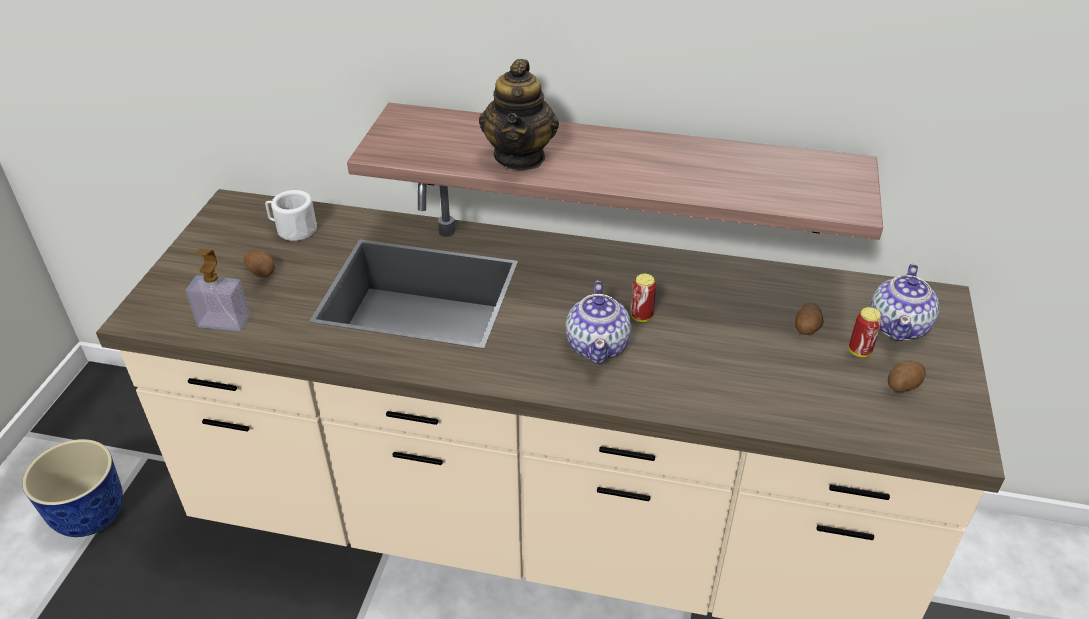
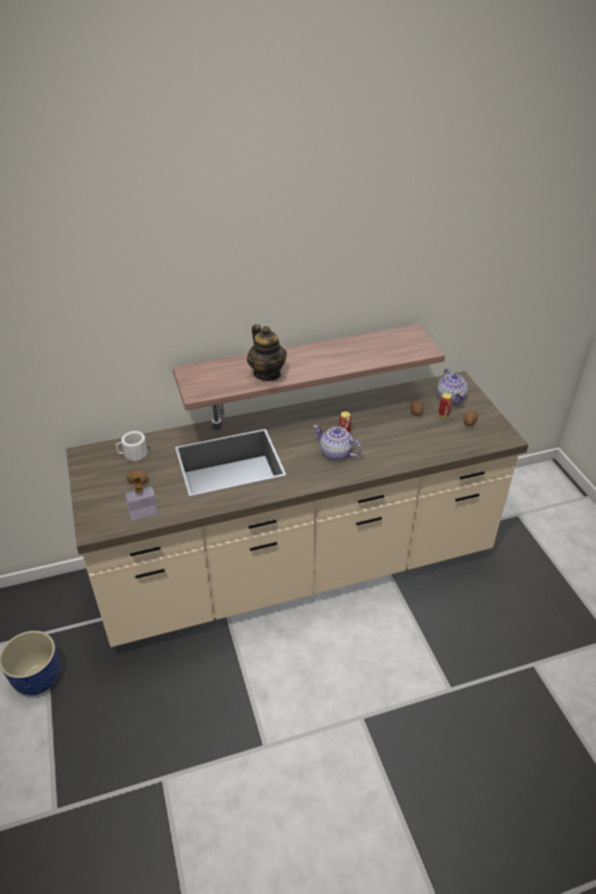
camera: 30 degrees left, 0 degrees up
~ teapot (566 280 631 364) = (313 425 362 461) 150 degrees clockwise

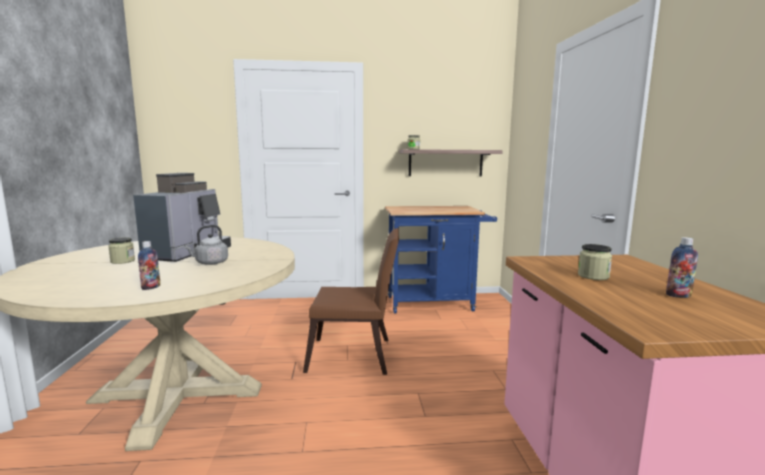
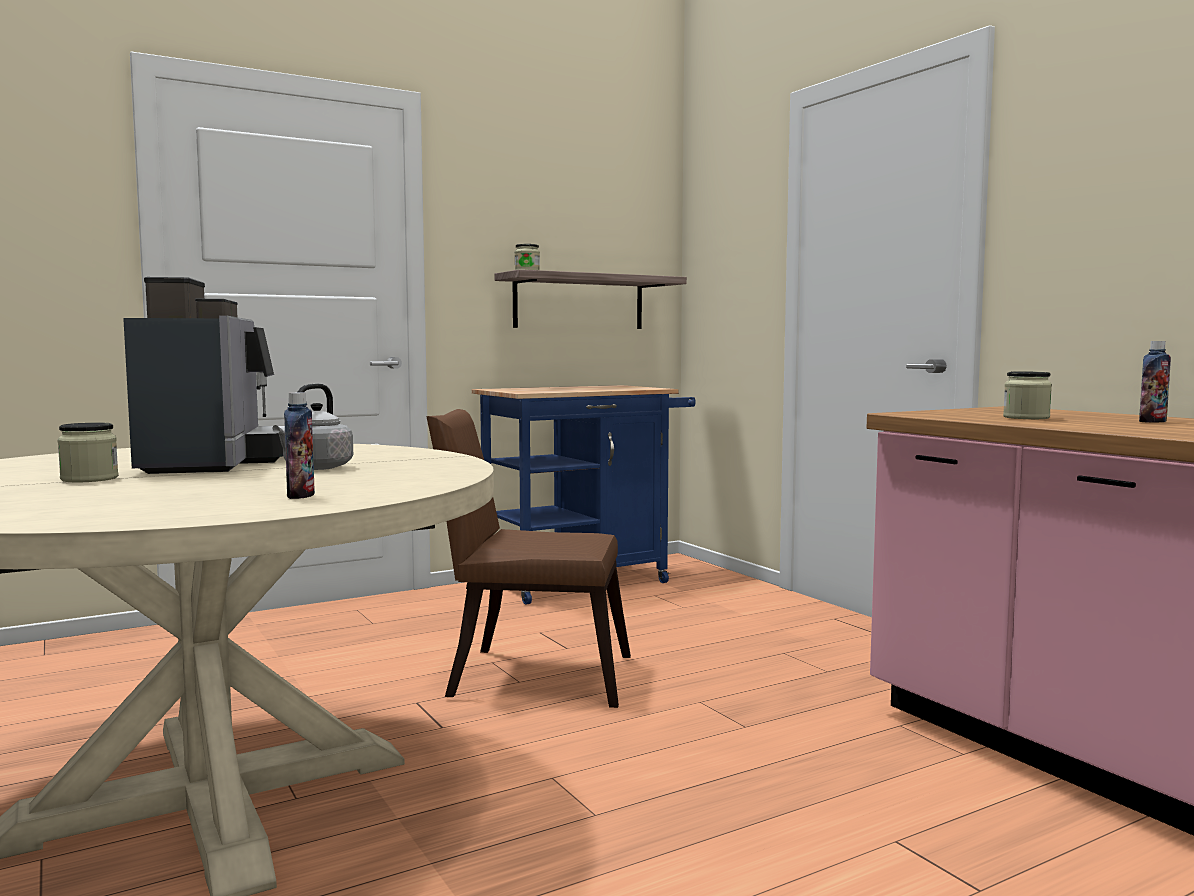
camera: 25 degrees left, 5 degrees down
~ brown chair (303 228 399 375) = (426 409 631 708) 150 degrees counterclockwise

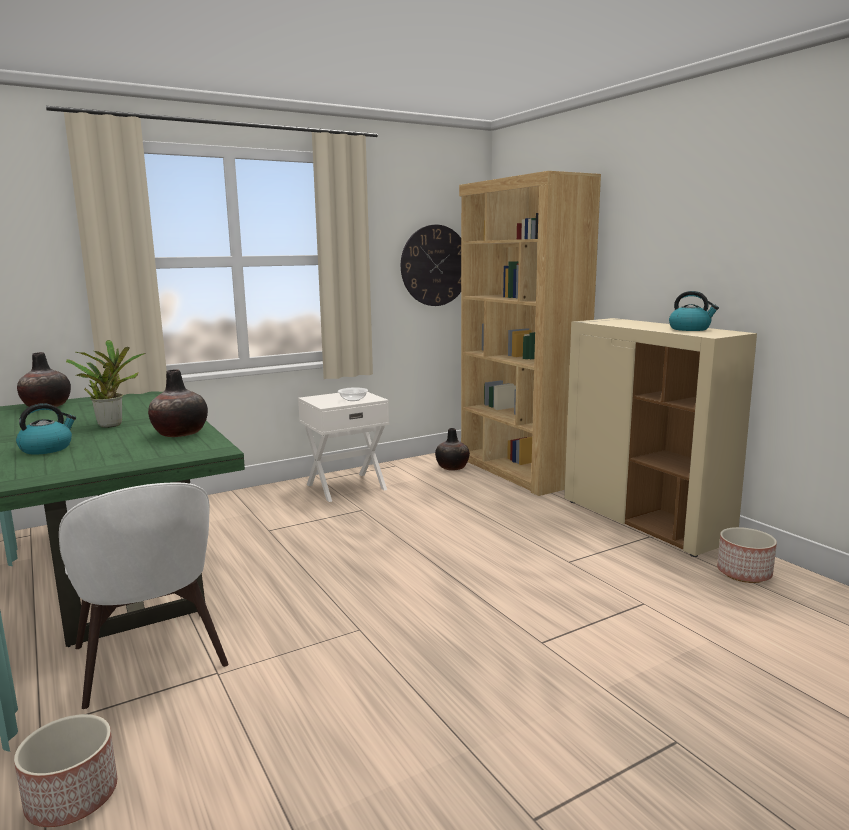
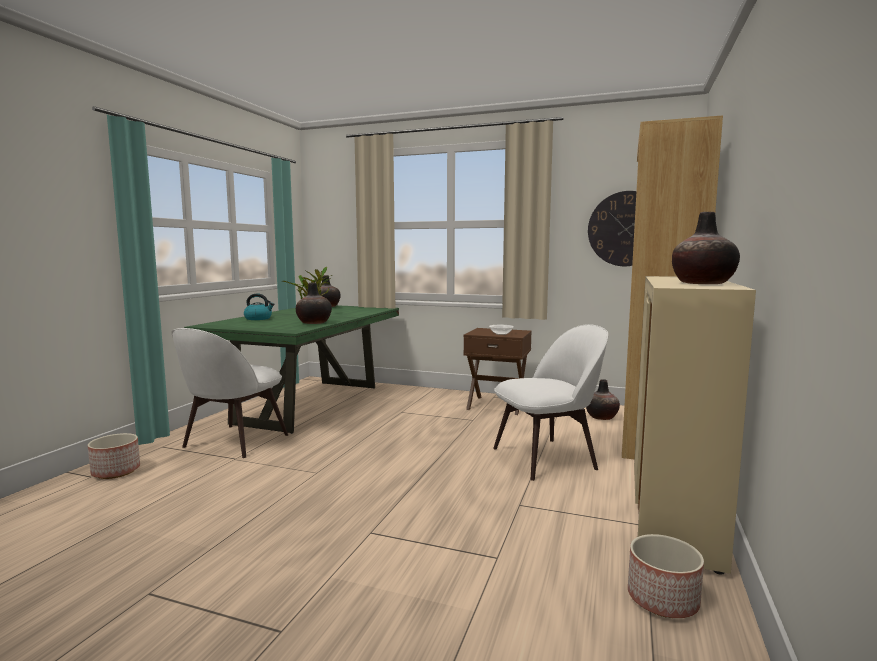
camera: 50 degrees right, 5 degrees down
+ white chair (493 324 608 481)
~ kettle (669 291 719 331) to vase (672 212 740 284)
~ white nightstand (298 392 389 502) to brown nightstand (463 328 532 415)

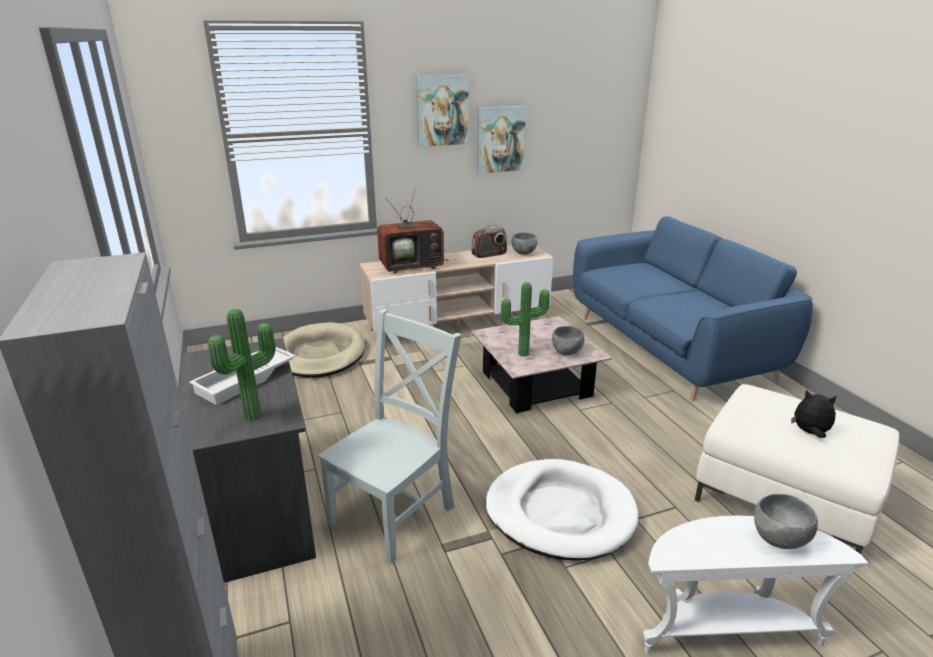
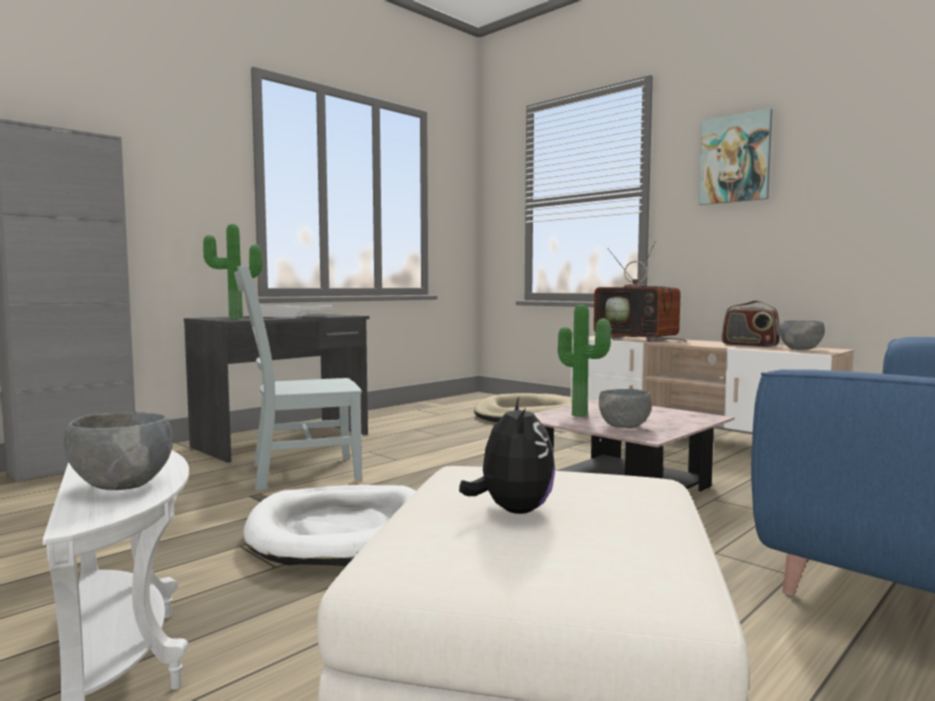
camera: 65 degrees right, 20 degrees down
- picture (477 106 526 174)
~ grey chair (317 309 462 564) = (234 266 362 491) 150 degrees clockwise

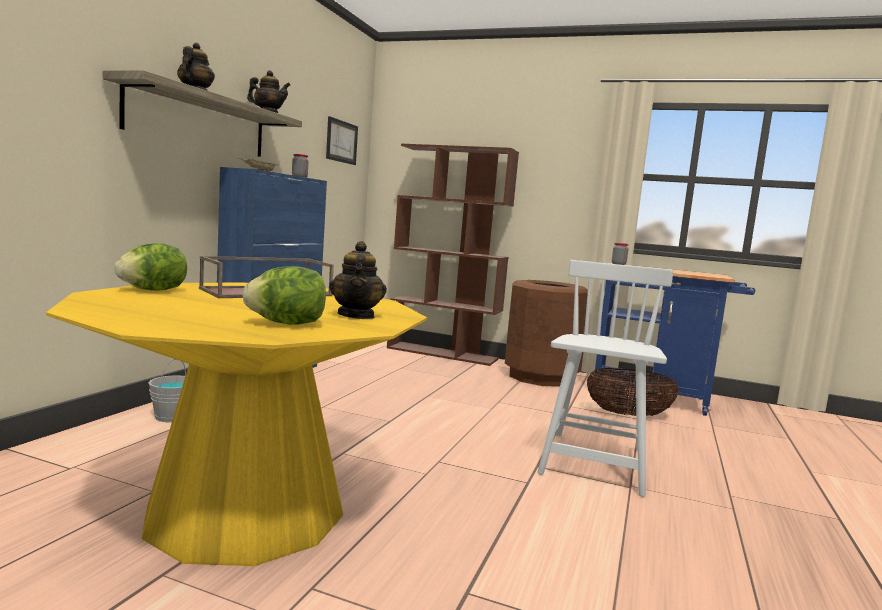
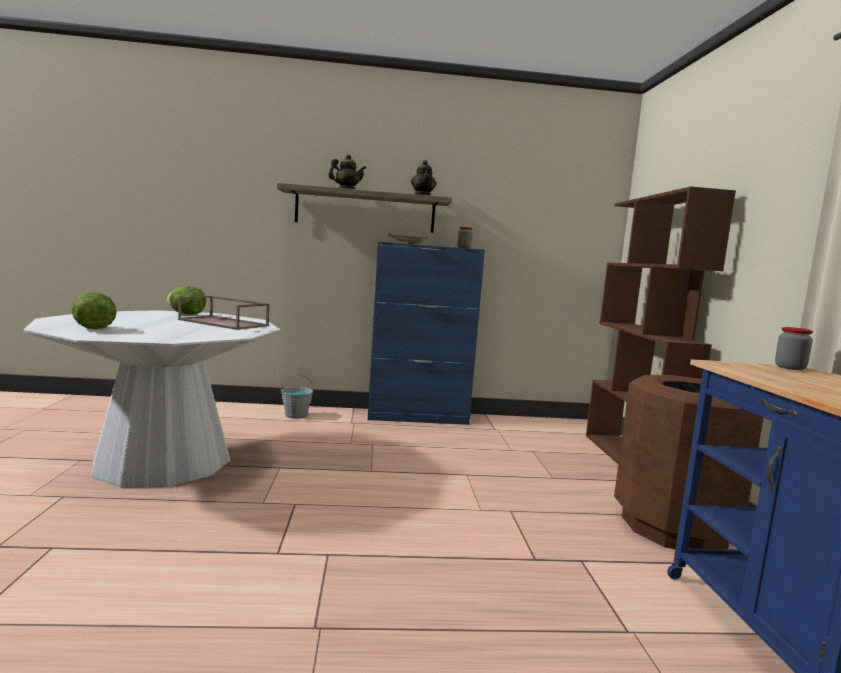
camera: 65 degrees right, 0 degrees up
- picture (326 116 358 165)
- teapot (329 241 387 319)
- white chair (537 260 673 497)
- basket (586 368 679 416)
~ yellow dining table (46 282 427 566) to white dining table (23 310 281 488)

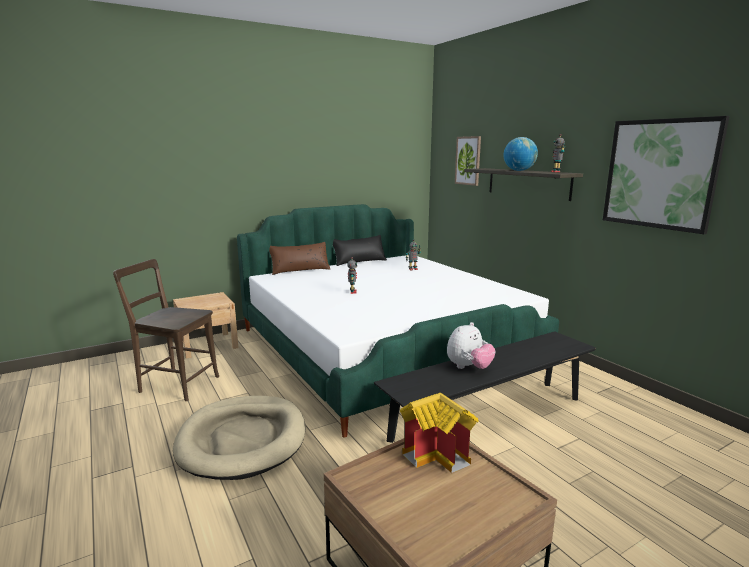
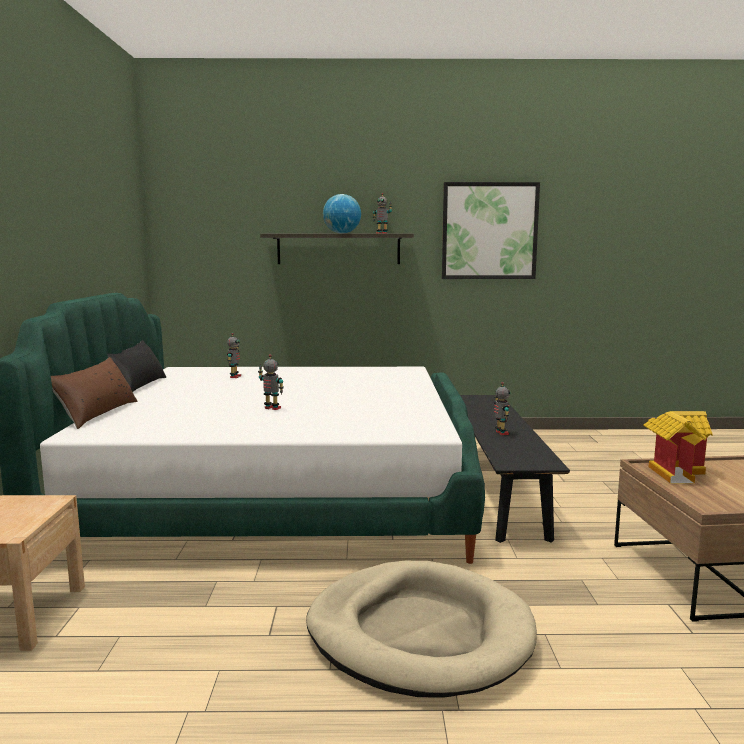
camera: 60 degrees left, 5 degrees down
- brown chair (113 259 219 401)
- picture (455 136 481 186)
~ plush toy (447 322 495 369) to toy robot (494 382 510 435)

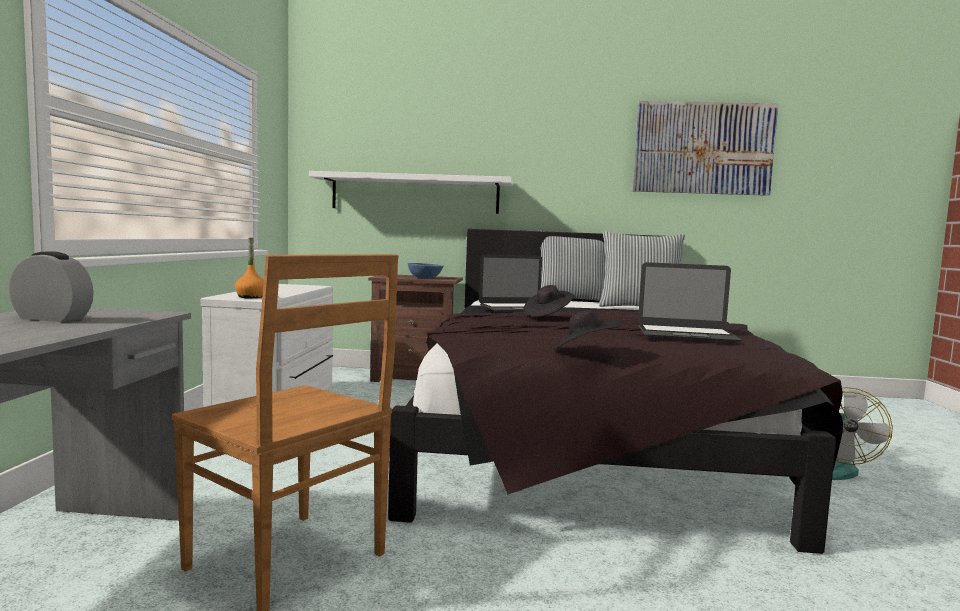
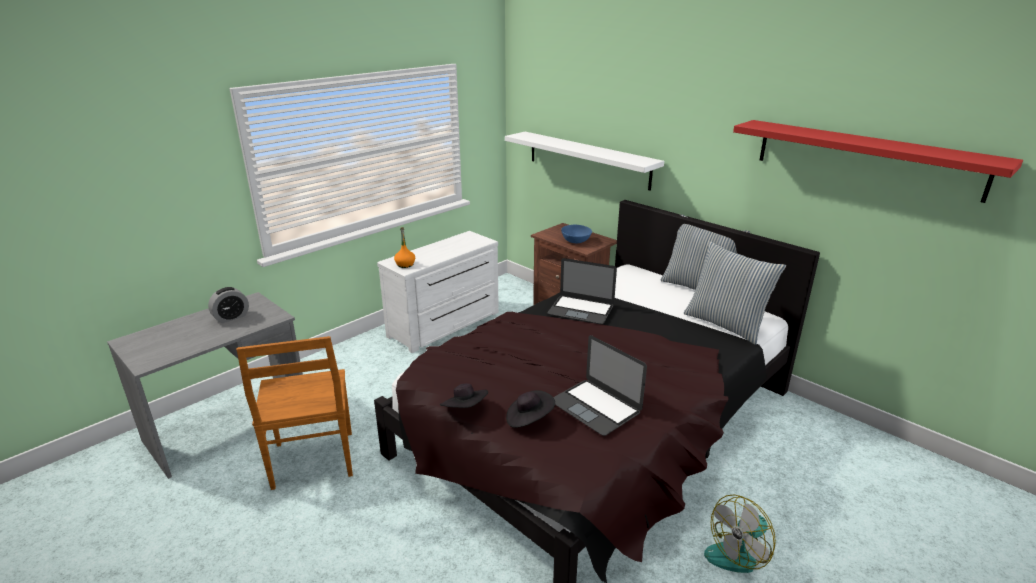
camera: 40 degrees right, 20 degrees up
~ black hat (523 285 574 317) to (506 390 555 428)
~ picture (633 101 778 196) to red shelf (733 120 1023 203)
~ alarm clock (9 251 94 322) = (208 287 249 323) 90 degrees clockwise

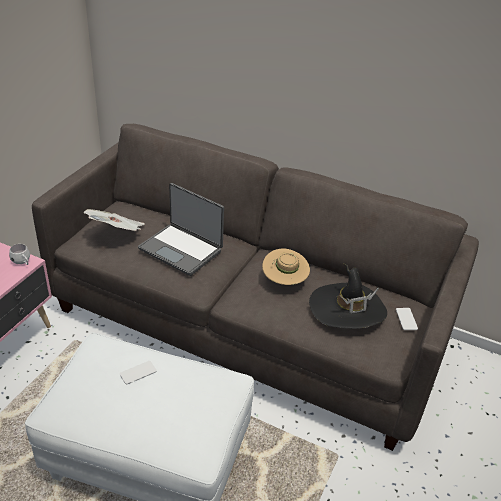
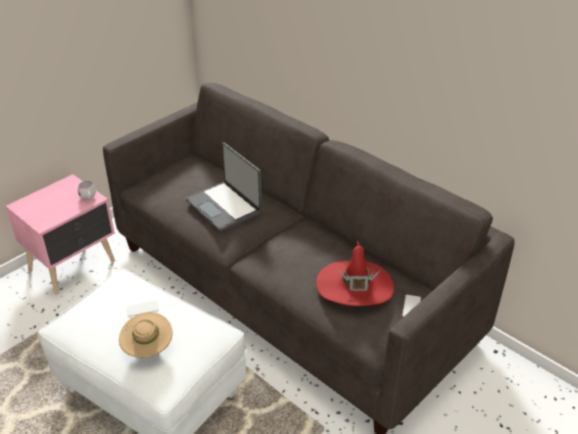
camera: 20 degrees right, 0 degrees up
- newspaper (84 209 145 231)
~ beige hat (262 249 310 285) to (119 312 172 358)
~ black hat (309 263 387 329) to red hat (316 241 394 306)

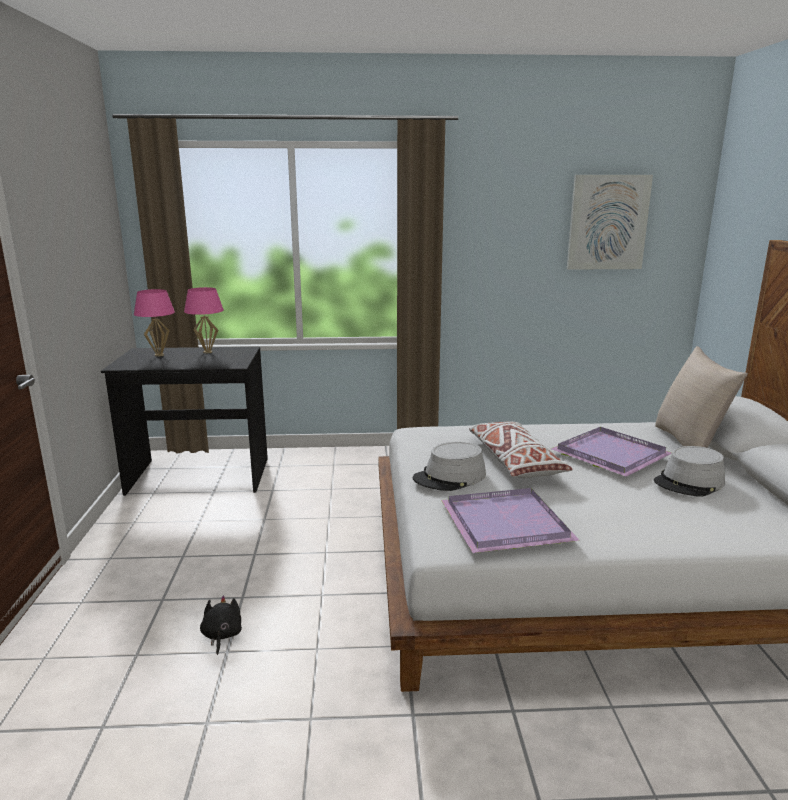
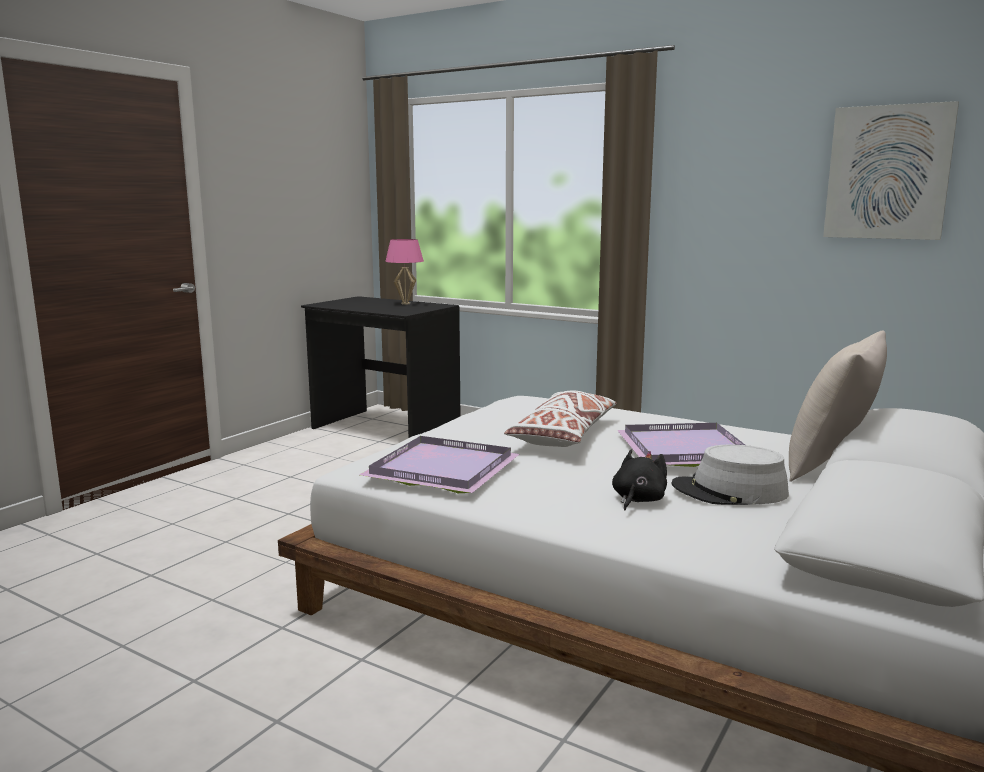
camera: 35 degrees right, 5 degrees down
- pink table lamp (134 289 175 357)
- grey hat (413 442 486 491)
~ black plush toy (200 596 242 655) to (612 449 667 511)

